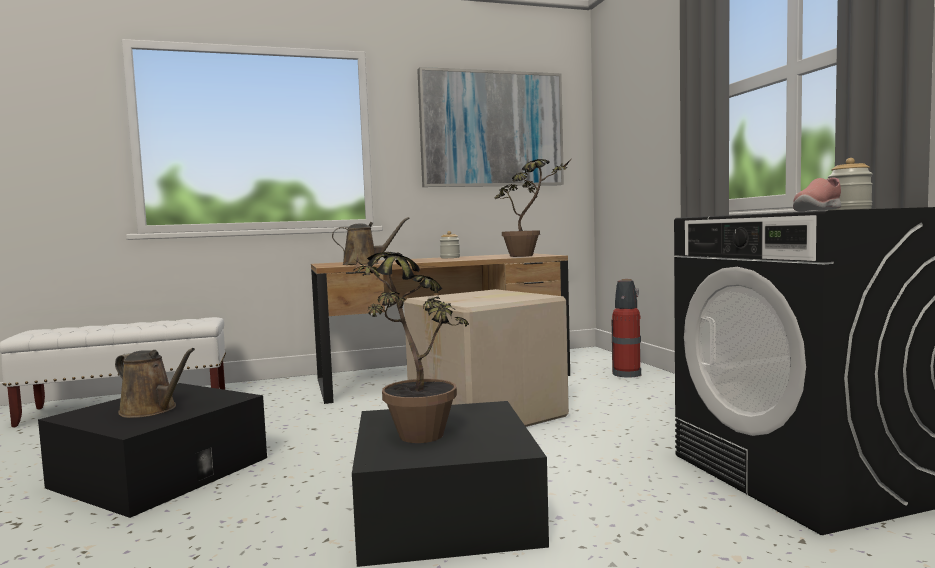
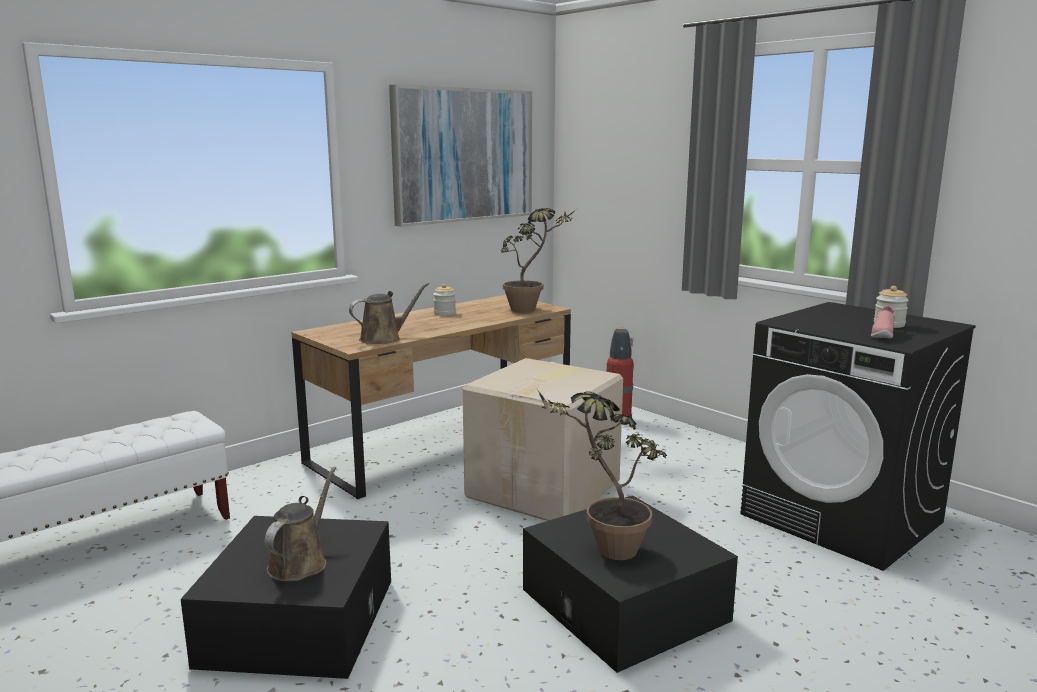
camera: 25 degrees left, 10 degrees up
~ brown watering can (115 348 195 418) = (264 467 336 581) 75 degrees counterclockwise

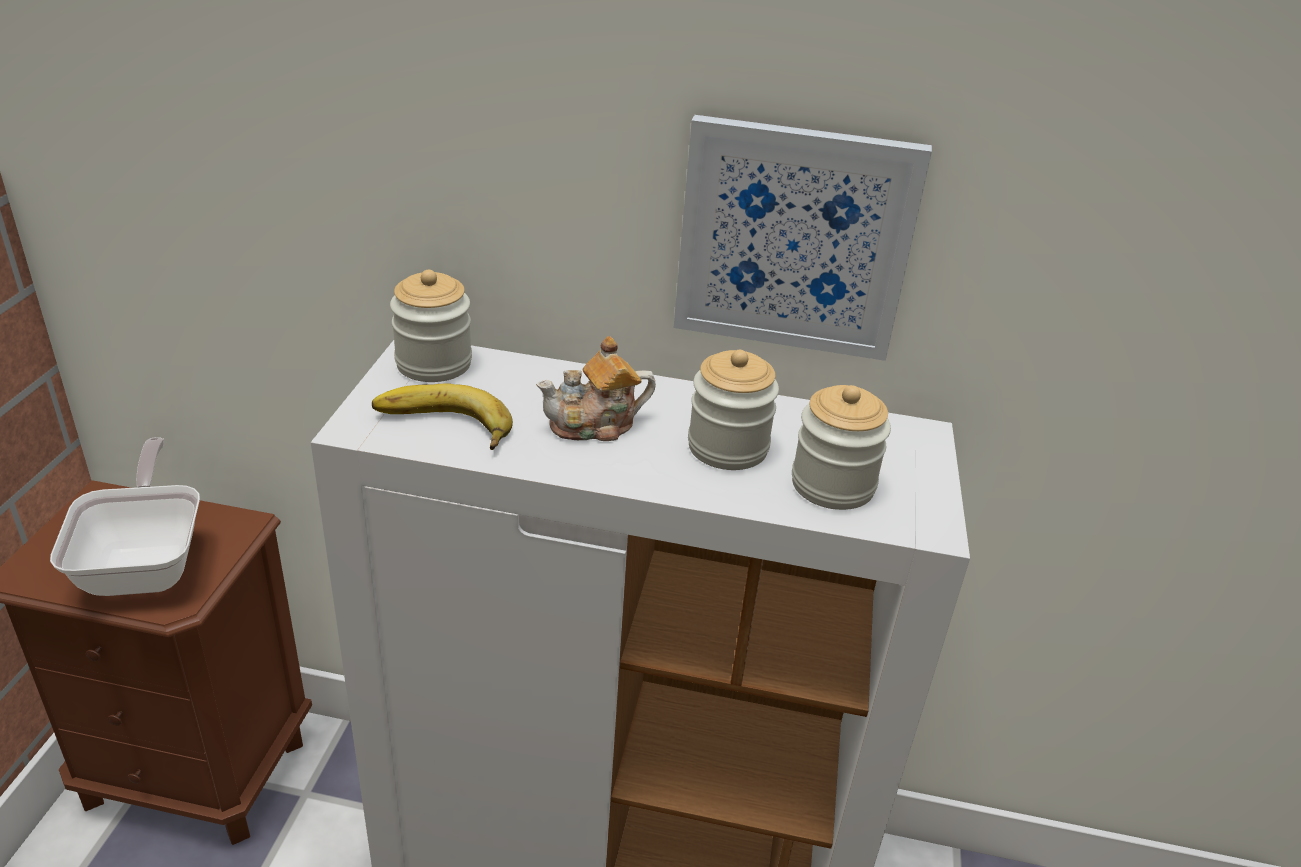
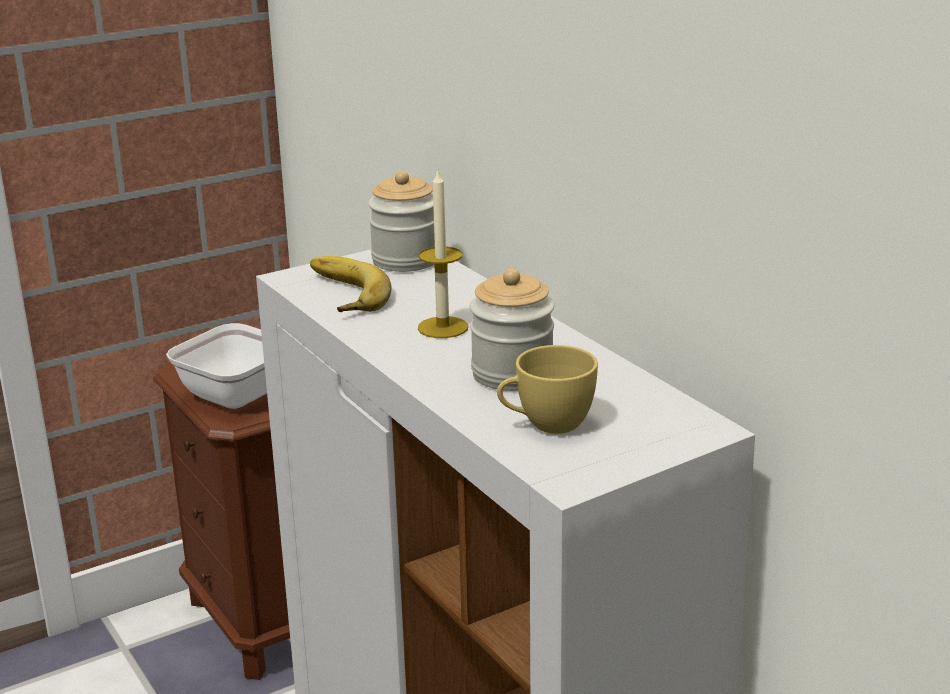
camera: 50 degrees right, 10 degrees down
- picture (674 115 932 361)
~ teapot (536 336 656 441) to candle (418 171 468 338)
~ jar (792 385 891 510) to yellow cup (497 345 598 434)

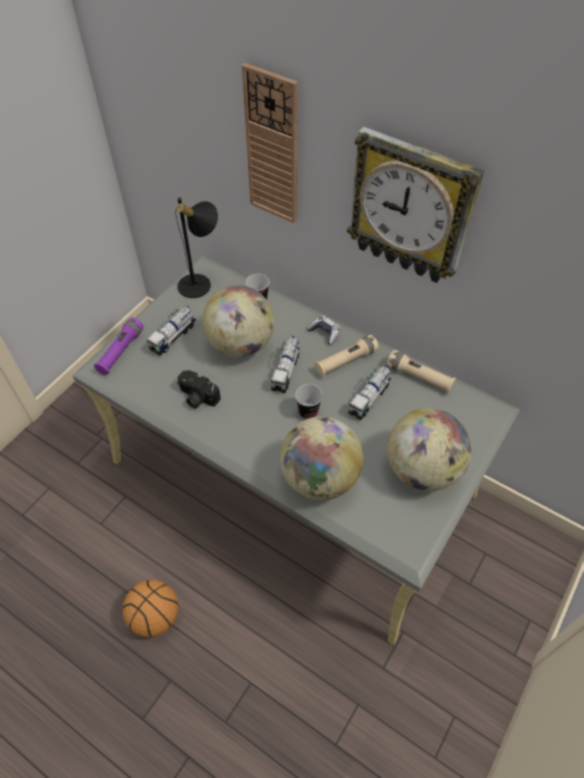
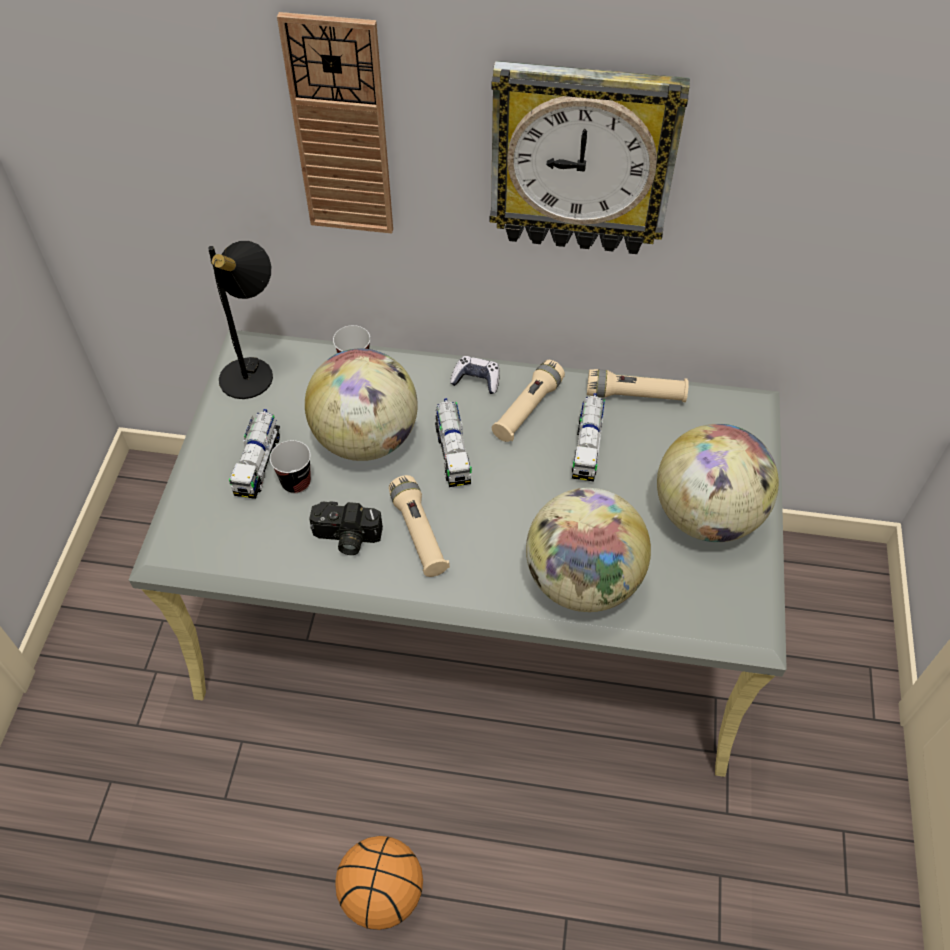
camera: 25 degrees left, 0 degrees up
- purple flashlight (94 318 144 375)
+ beige flashlight (389 475 450 577)
~ cup (295 384 323 419) to (270 440 311 494)

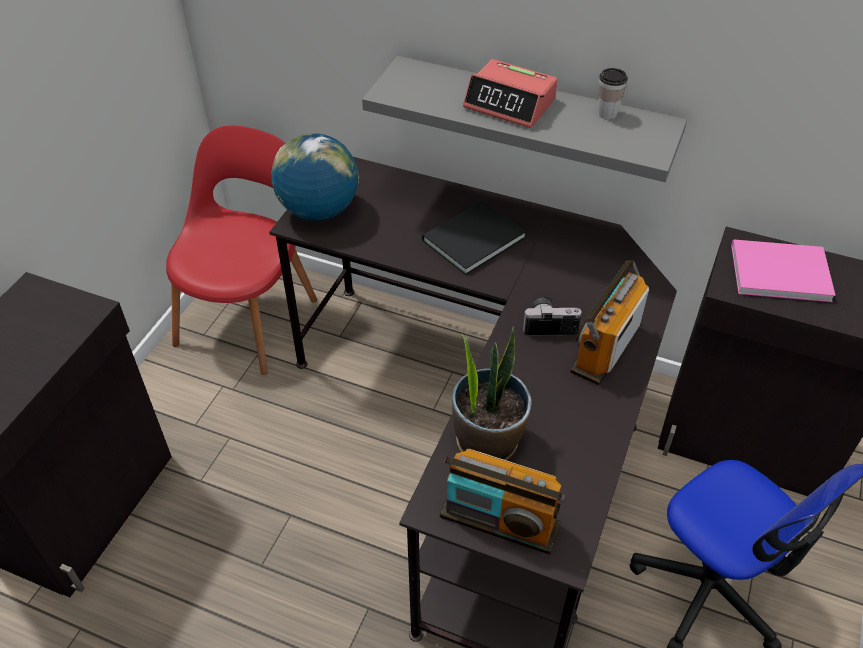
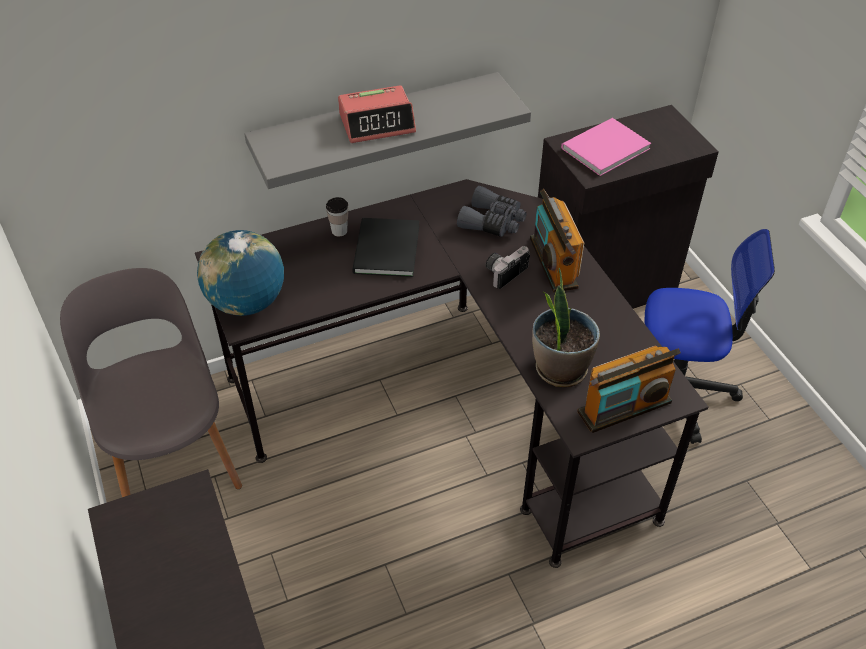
camera: 45 degrees left, 0 degrees up
+ grey binoculars (457 186 527 237)
~ cup (598 68 628 119) to (326 197 348 236)
~ red chair (166 125 317 375) to grey chair (60 268 242 497)

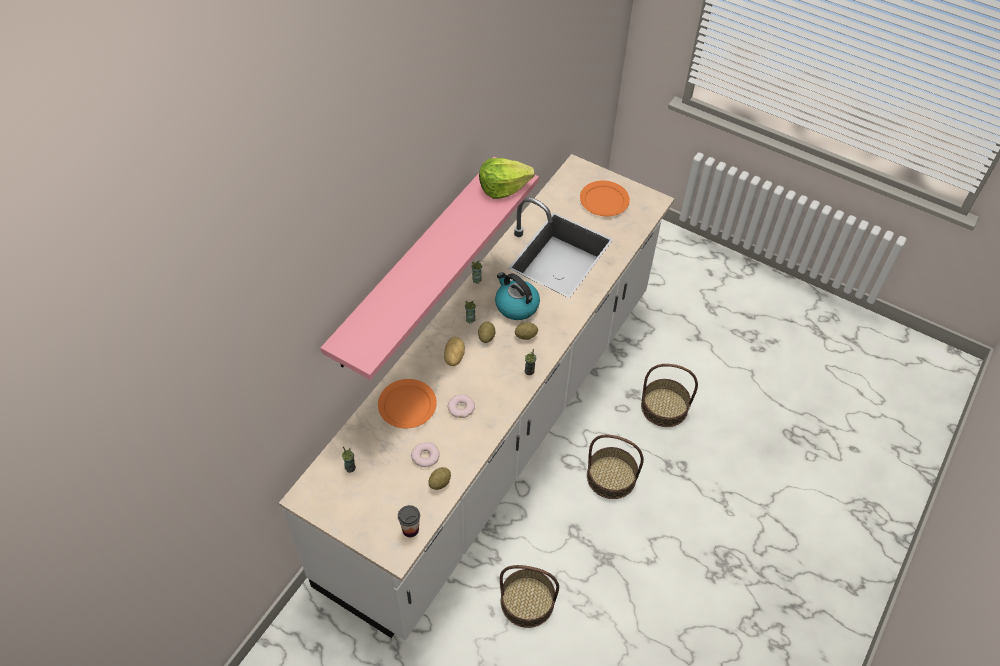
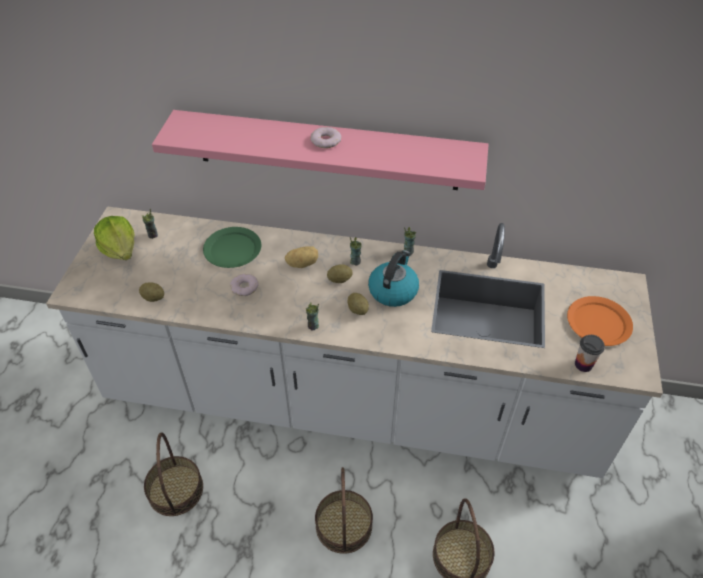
camera: 70 degrees right, 5 degrees down
~ cup (398 505 420 537) to (575 335 605 372)
~ donut (411 442 440 467) to (310 127 341 148)
~ lettuce (479 158 535 199) to (94 216 135 260)
~ orange plate (378 379 437 428) to green plate (203 227 261 268)

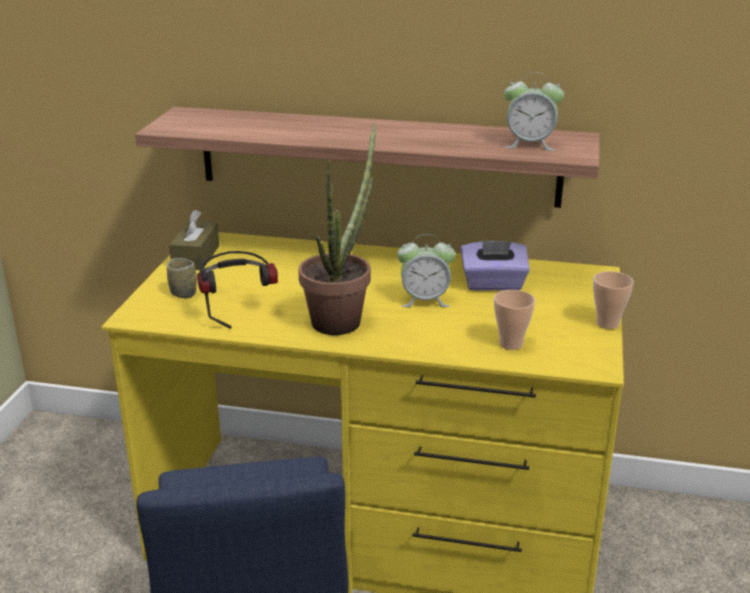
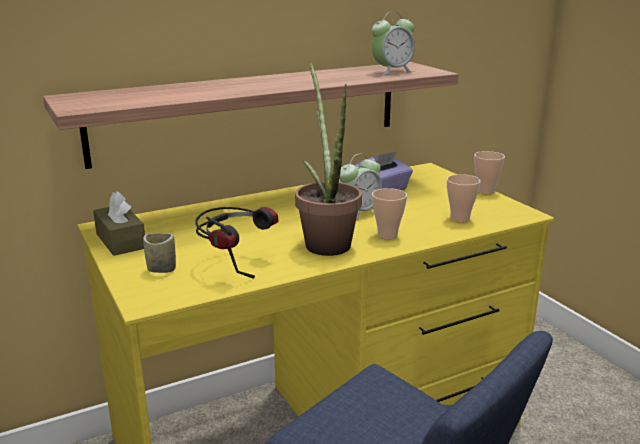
camera: 40 degrees left, 5 degrees down
+ cup (372 188 407 240)

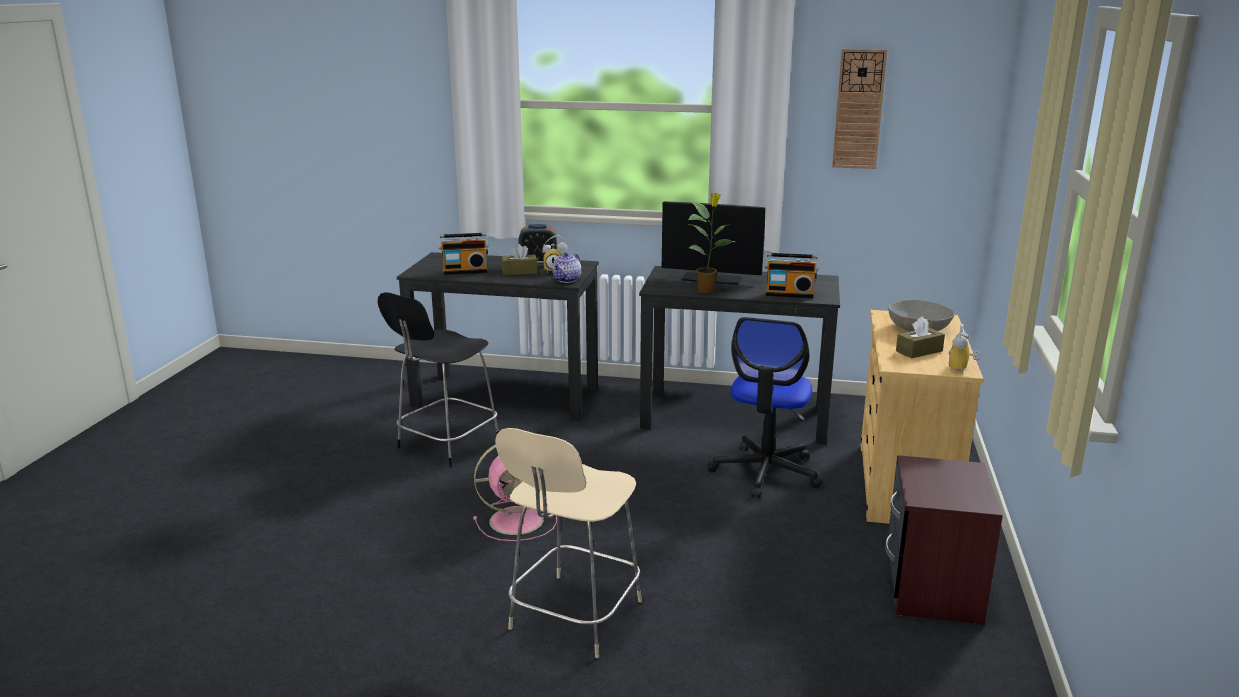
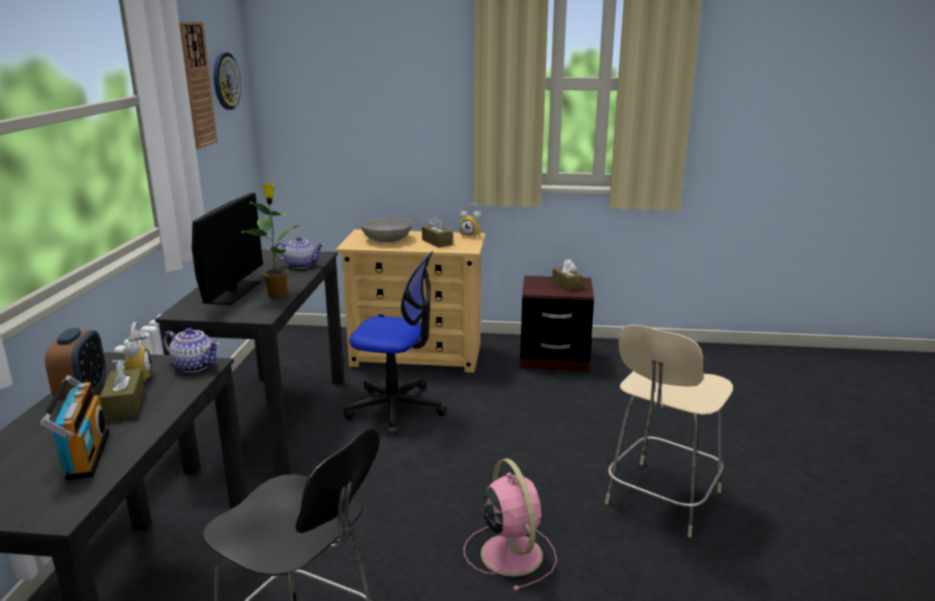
camera: 95 degrees left, 0 degrees up
+ wall clock (214 52 241 110)
+ brown tissue box (552 259 583 291)
~ radio (764 253 819 298) to teapot (274 237 324 269)
~ beige chair (495 428 642 658) = (605 325 733 537) 105 degrees clockwise

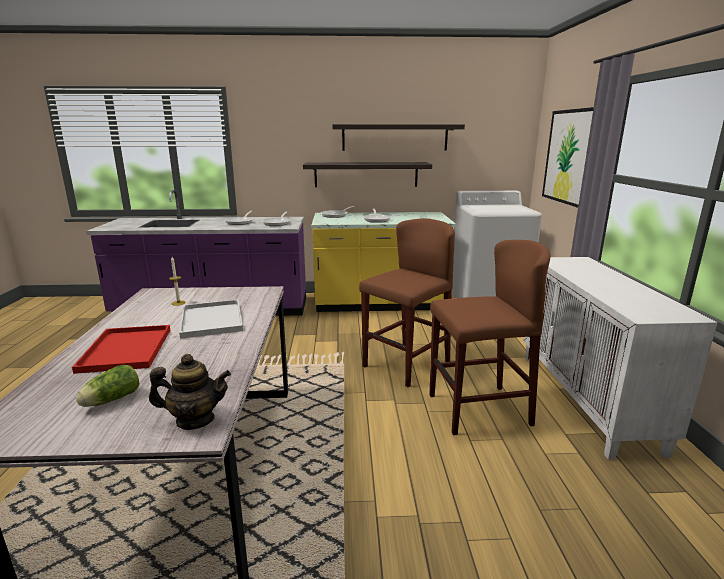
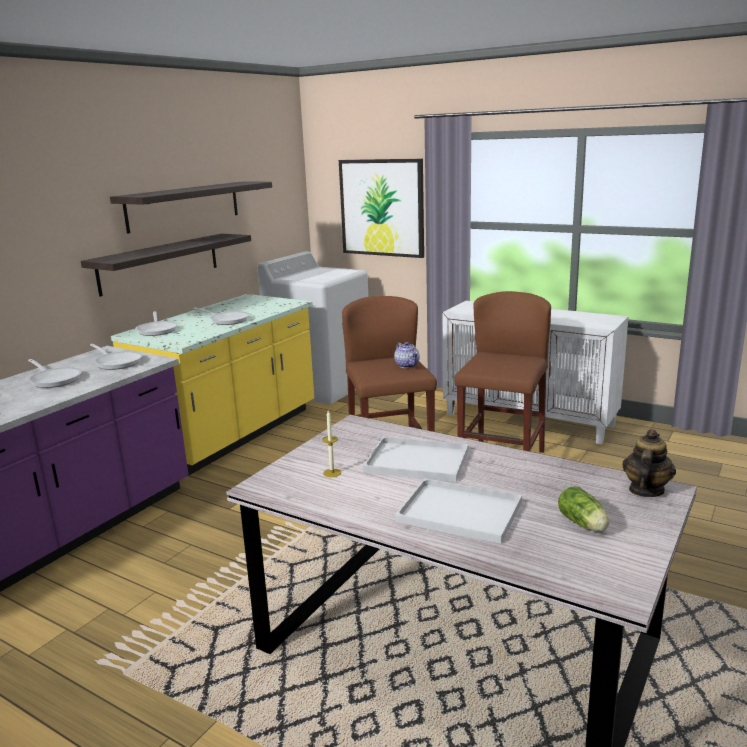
camera: 55 degrees left, 0 degrees up
+ teapot (394 342 420 368)
~ red tray (72 325 170 374) to white tray (395 478 522 544)

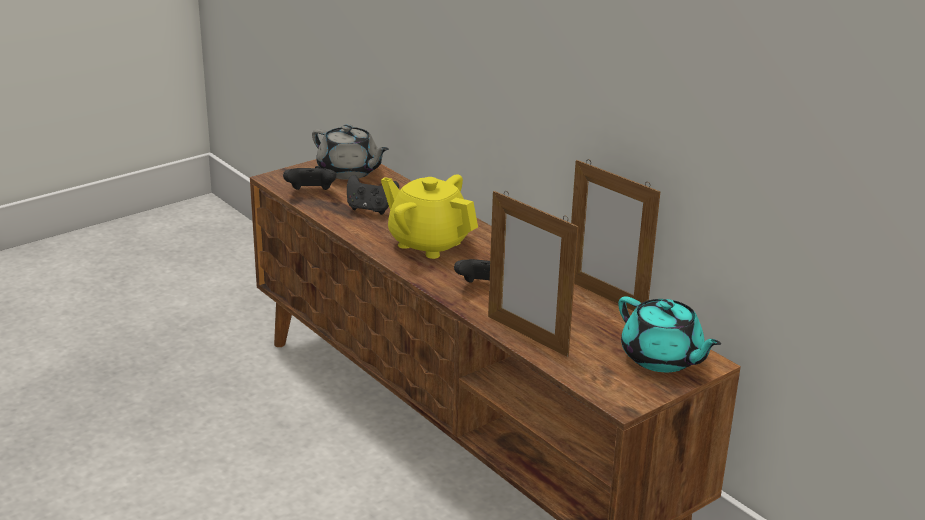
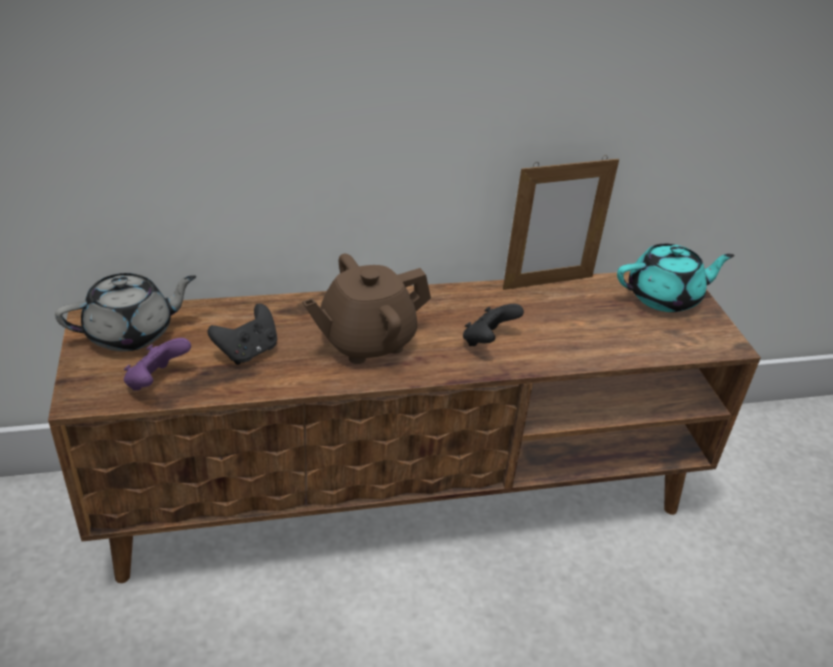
camera: 65 degrees left, 10 degrees up
- picture frame (488 191 579 357)
~ black game controller (283 166 336 190) to purple game controller (124 338 191 391)
~ yellow teapot (381 174 478 259) to brown teapot (302 254 431 364)

